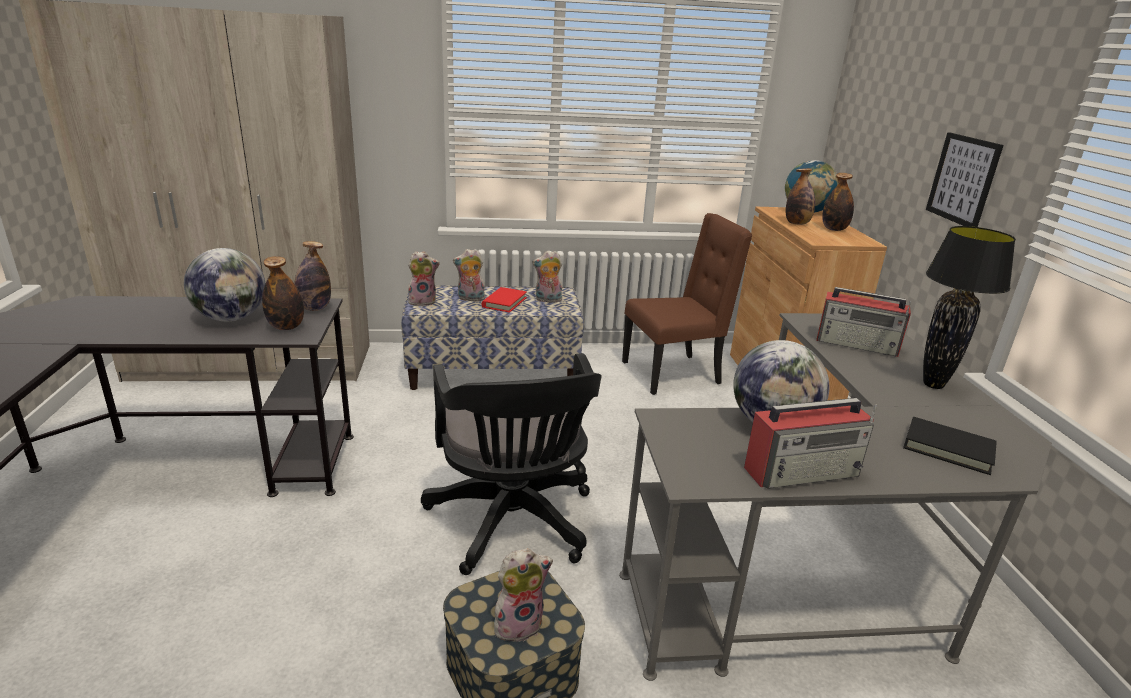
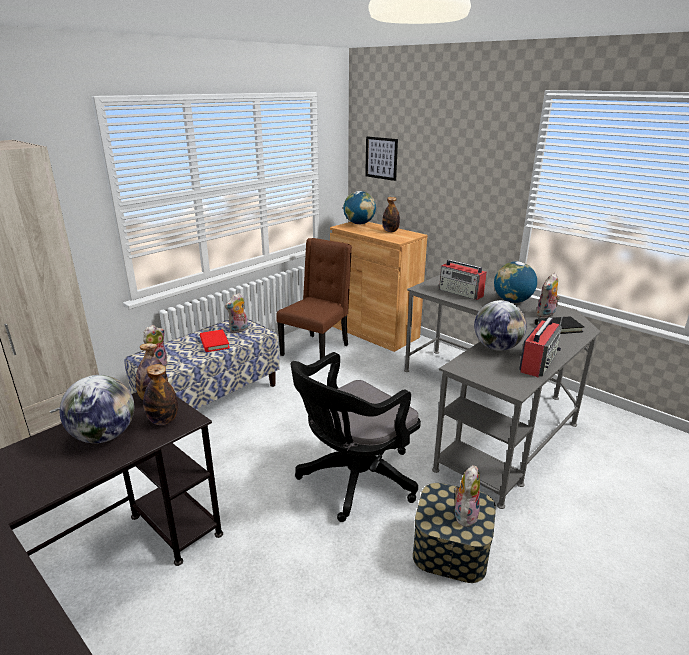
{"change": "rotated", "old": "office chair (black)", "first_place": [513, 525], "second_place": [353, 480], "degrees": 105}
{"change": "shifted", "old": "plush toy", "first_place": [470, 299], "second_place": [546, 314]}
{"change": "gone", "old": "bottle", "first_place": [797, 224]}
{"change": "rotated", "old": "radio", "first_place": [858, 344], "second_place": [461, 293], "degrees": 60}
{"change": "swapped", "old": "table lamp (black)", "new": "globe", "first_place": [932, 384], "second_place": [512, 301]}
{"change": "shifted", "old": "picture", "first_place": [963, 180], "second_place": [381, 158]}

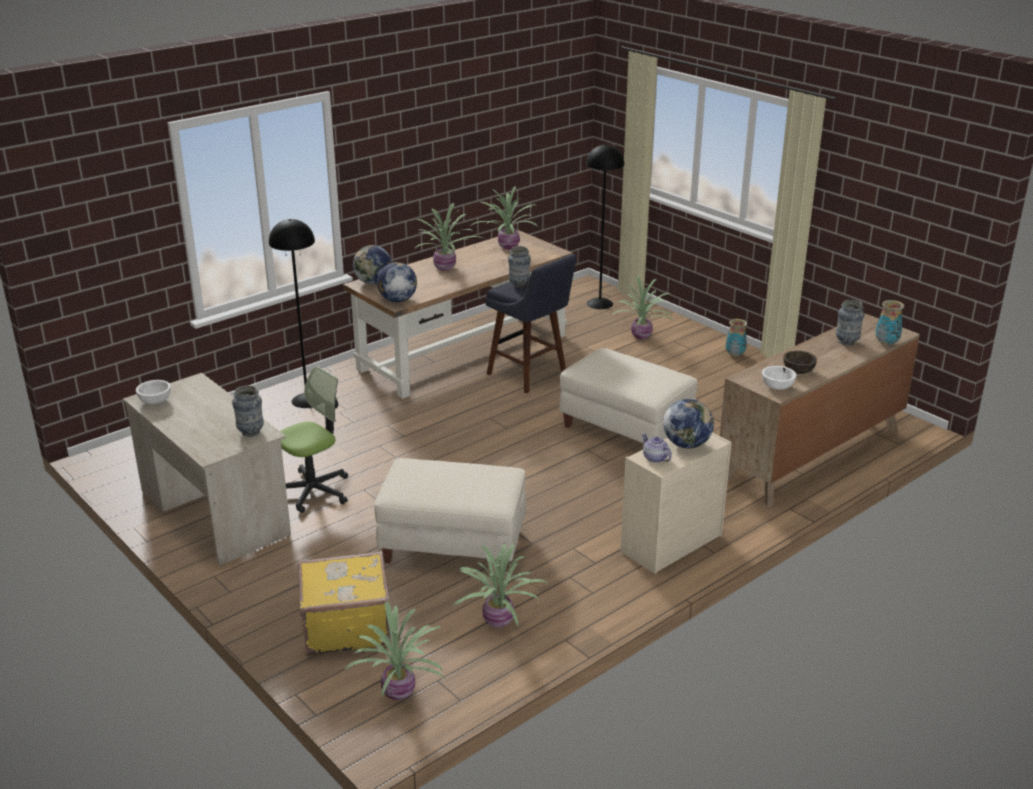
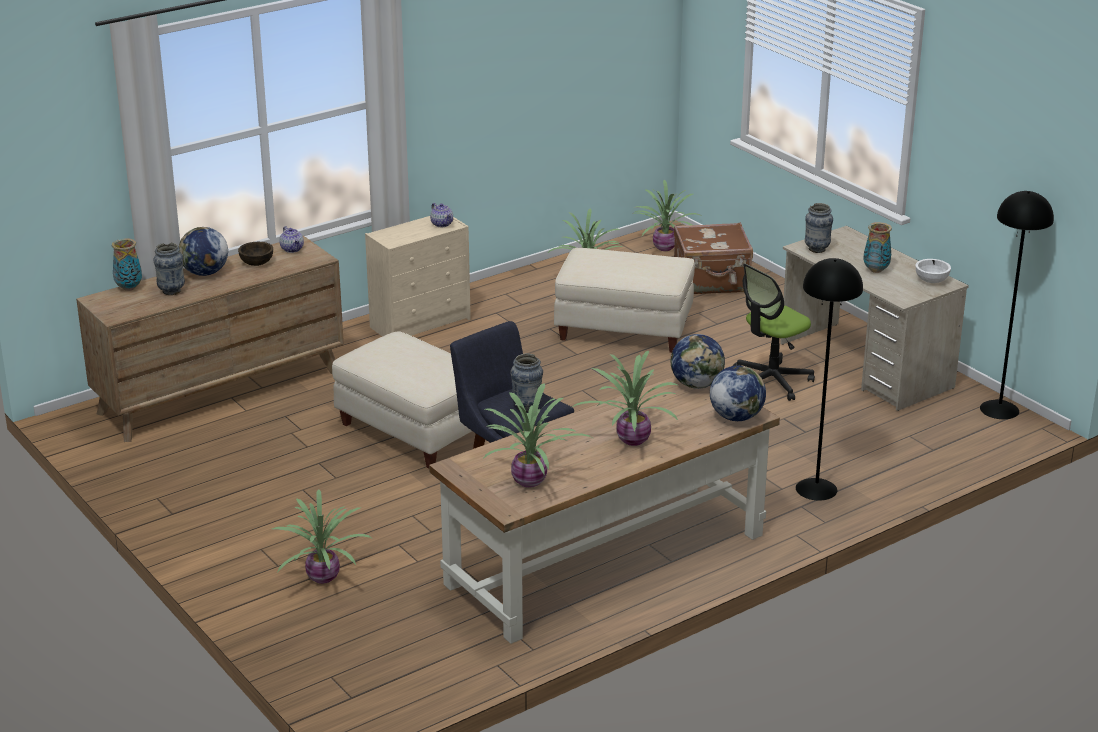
{"change": "repainted", "old": "suitcase (yellow)", "new": "suitcase (brown)", "first_place": [345, 626], "second_place": [712, 282]}
{"change": "shifted", "old": "floor lamp (black)", "first_place": [599, 303], "second_place": [999, 409]}
{"change": "shifted", "old": "globe", "first_place": [686, 444], "second_place": [205, 273]}
{"change": "shifted", "old": "vase", "first_place": [734, 355], "second_place": [876, 270]}
{"change": "swapped", "old": "bowl (white)", "new": "teapot", "first_place": [777, 387], "second_place": [292, 249]}

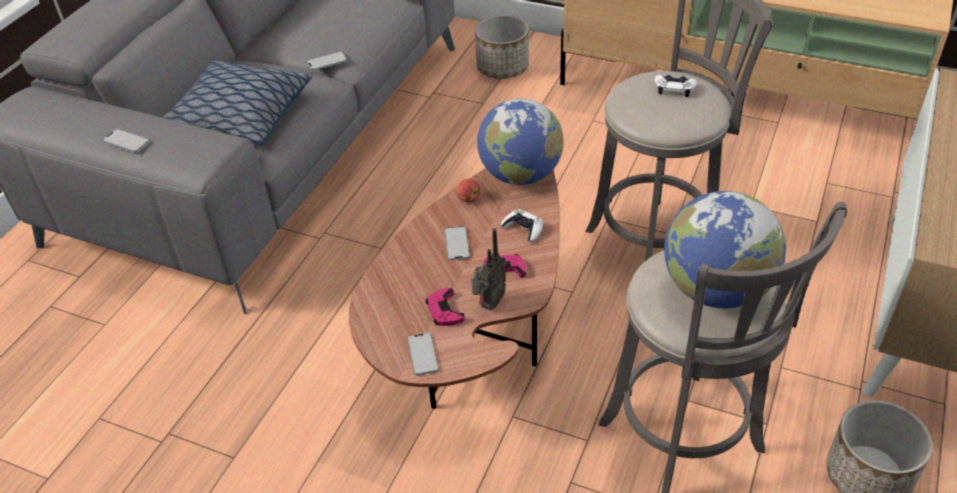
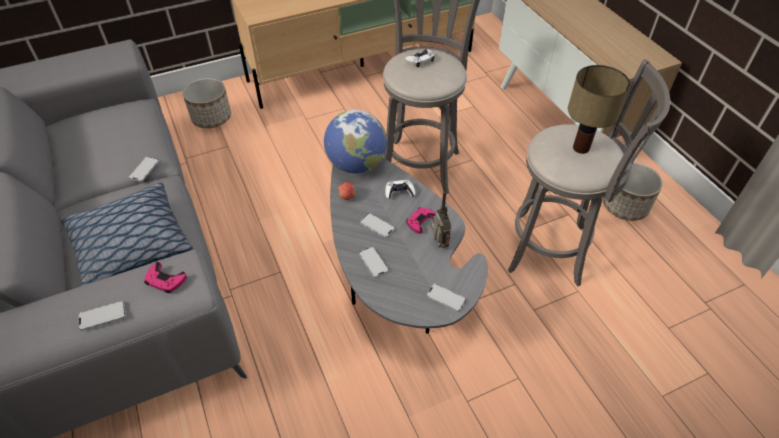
{"change": "repainted", "old": "coffee table (brown)", "new": "coffee table (grey)", "first_place": [473, 331], "second_place": [394, 276]}
{"change": "shifted", "old": "game controller (pink)", "first_place": [444, 311], "second_place": [165, 280]}
{"change": "swapped", "old": "globe", "new": "table lamp", "first_place": [716, 290], "second_place": [582, 148]}
{"change": "new", "new": "phone", "second_place": [373, 262]}

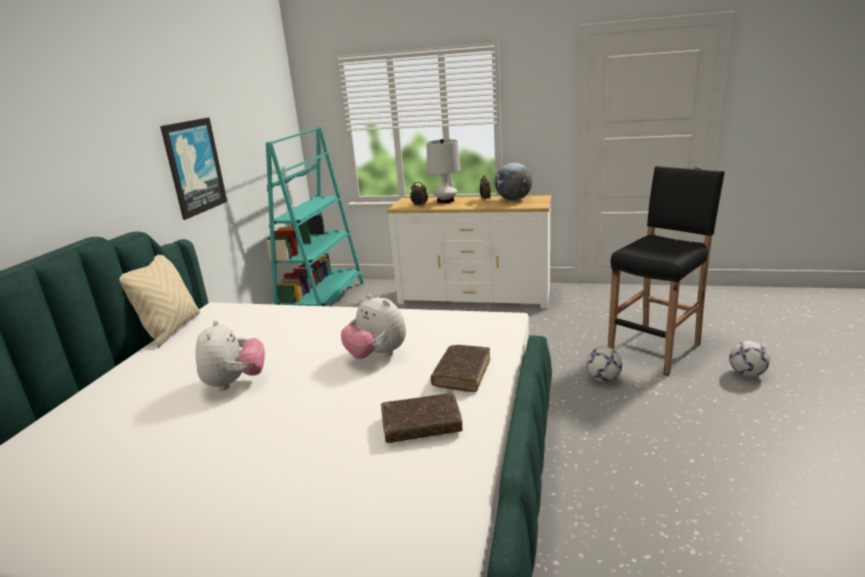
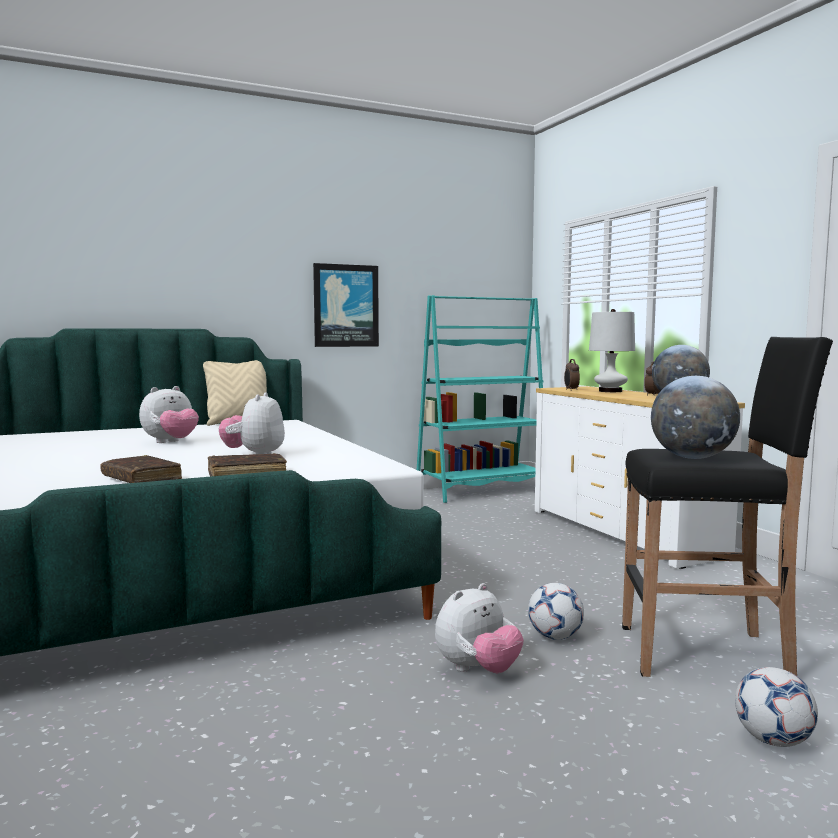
{"change": "new", "new": "plush toy", "second_place": [477, 670]}
{"change": "new", "new": "globe", "second_place": [692, 458]}

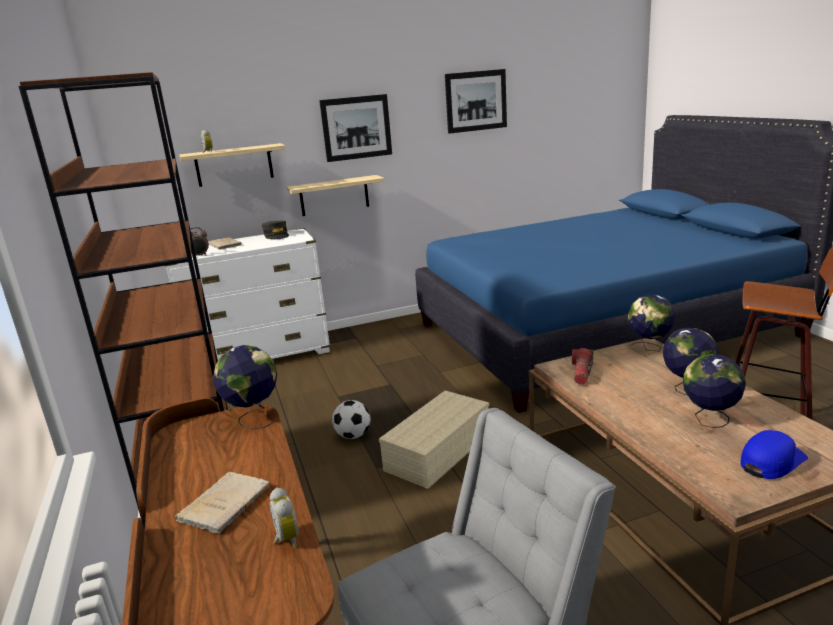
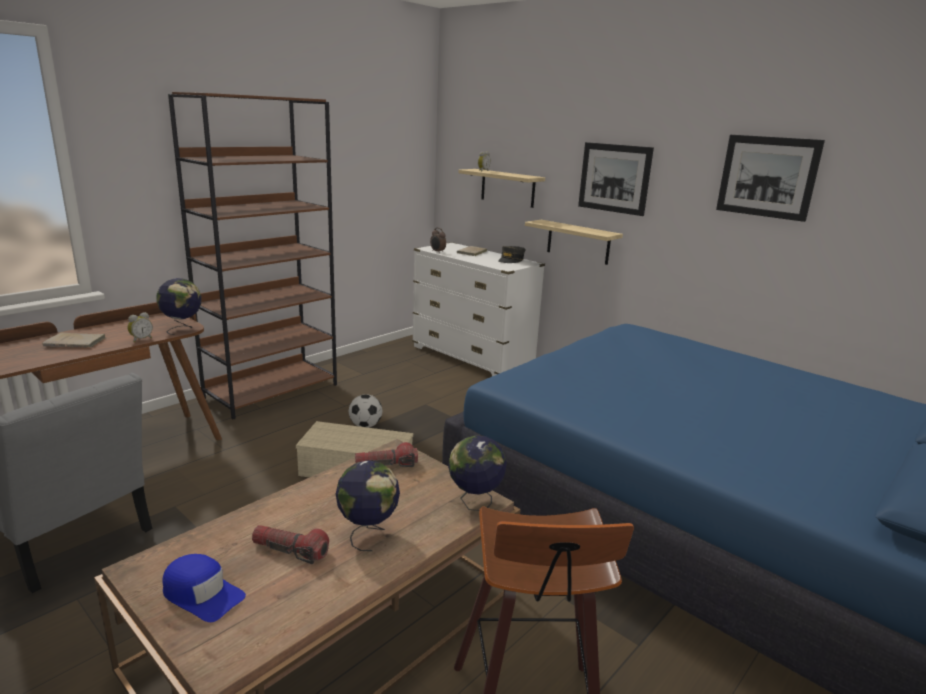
{"change": "shifted", "old": "alarm clock", "first_place": [285, 540], "second_place": [141, 339]}
{"change": "swapped", "old": "globe", "new": "flashlight", "first_place": [709, 421], "second_place": [290, 550]}

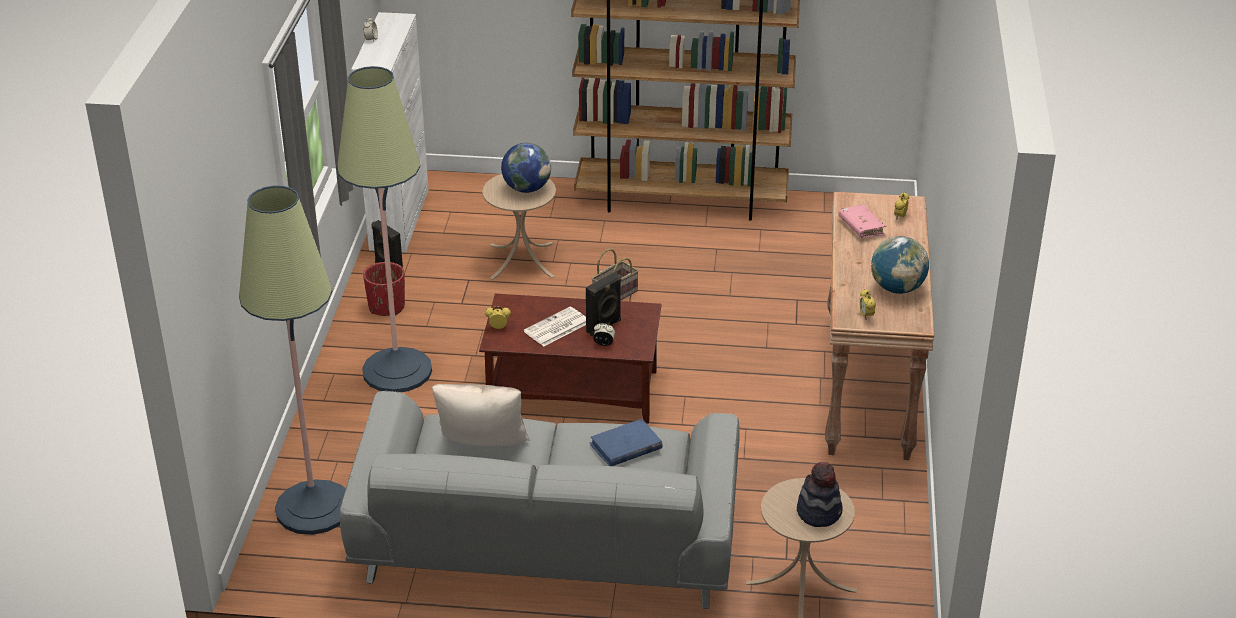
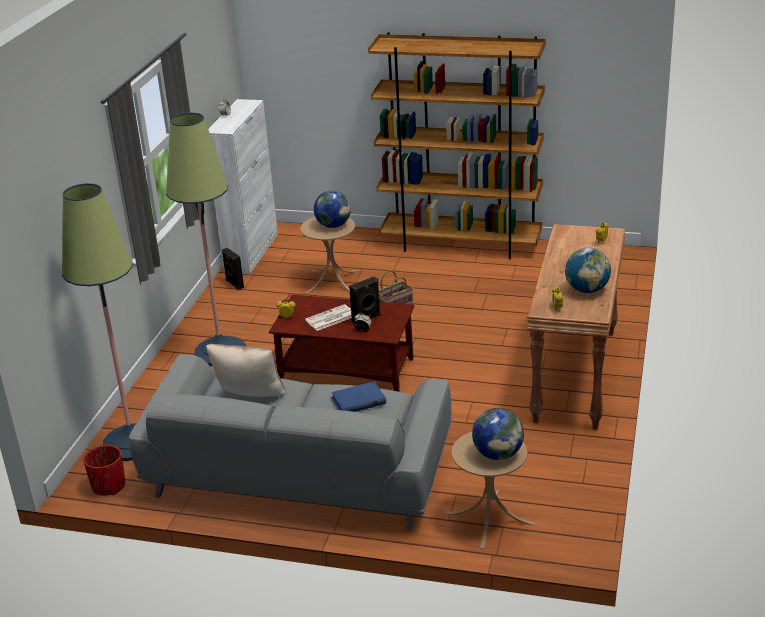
{"change": "shifted", "old": "planter (red)", "first_place": [386, 307], "second_place": [108, 486]}
{"change": "swapped", "old": "hat", "new": "globe", "first_place": [819, 512], "second_place": [498, 454]}
{"change": "gone", "old": "book (pink)", "first_place": [861, 227]}

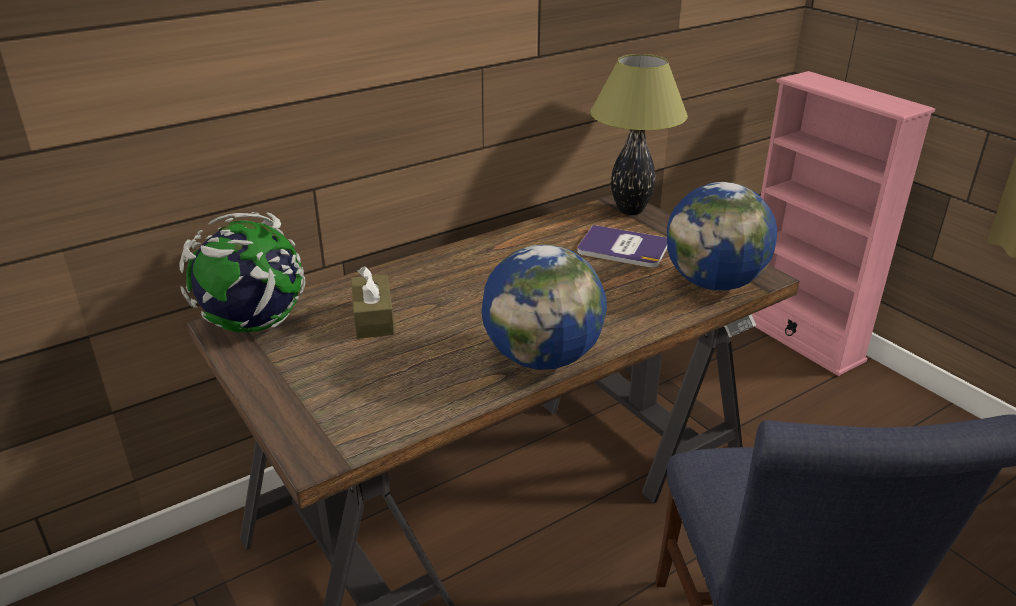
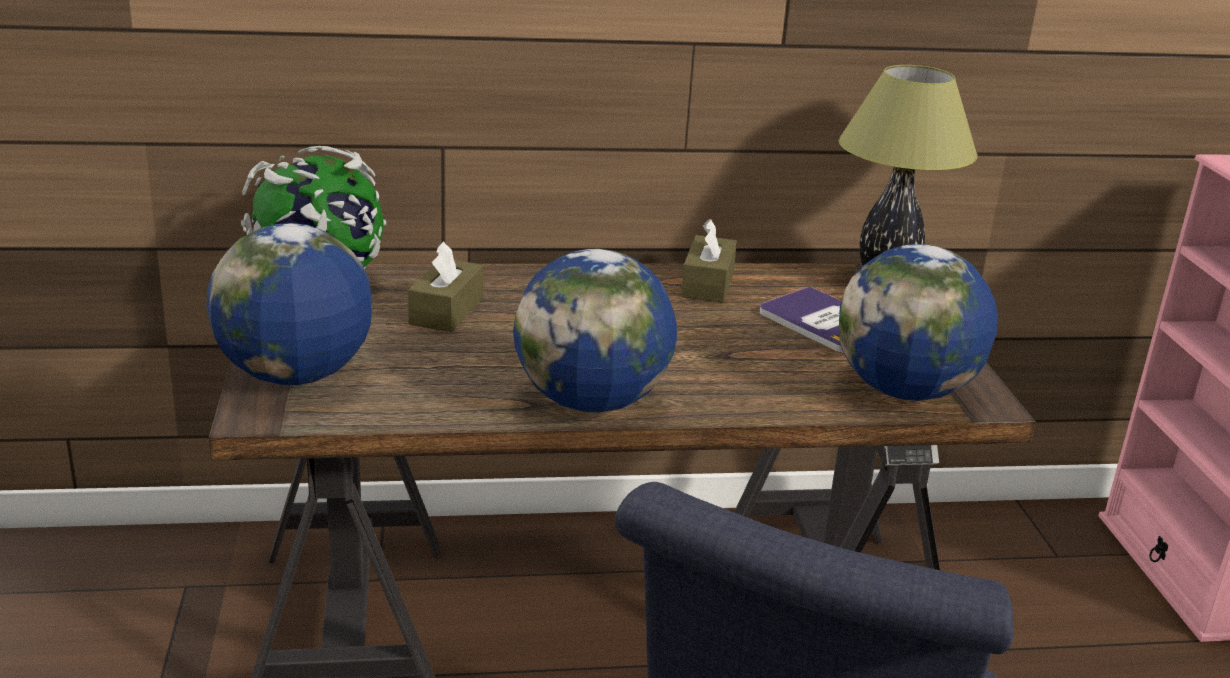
{"change": "new", "new": "globe", "second_place": [295, 375]}
{"change": "new", "new": "tissue box (brown)", "second_place": [707, 284]}

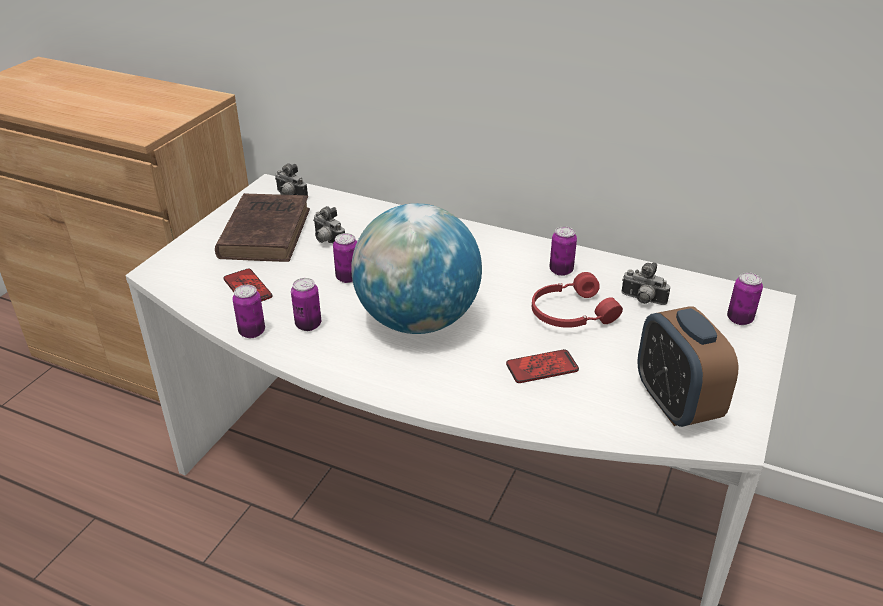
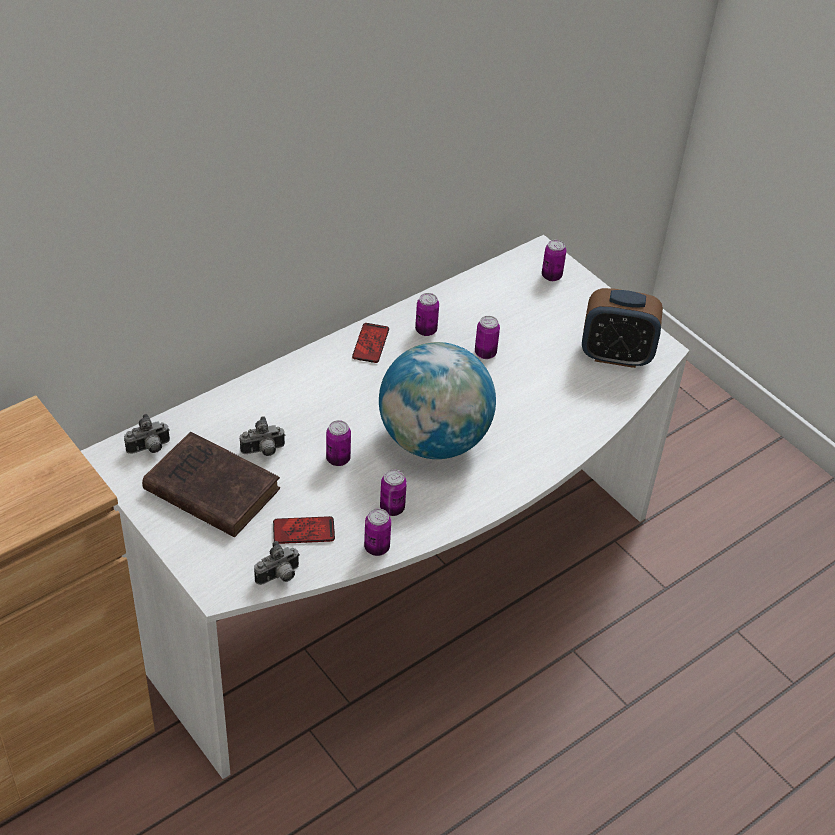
{"change": "shifted", "old": "phone", "first_place": [542, 367], "second_place": [370, 343]}
{"change": "swapped", "old": "headphones (red)", "new": "can", "first_place": [570, 313], "second_place": [485, 353]}
{"change": "shifted", "old": "photo camera", "first_place": [642, 300], "second_place": [279, 577]}

